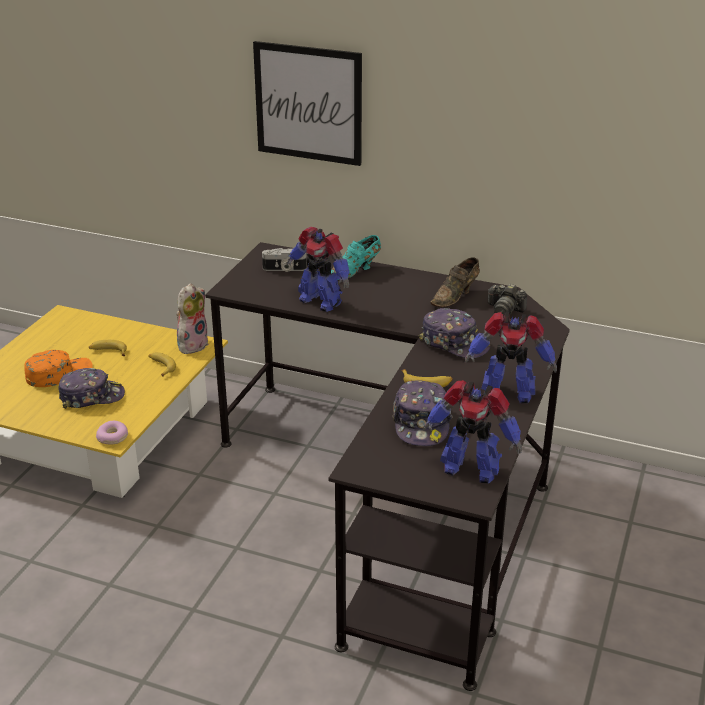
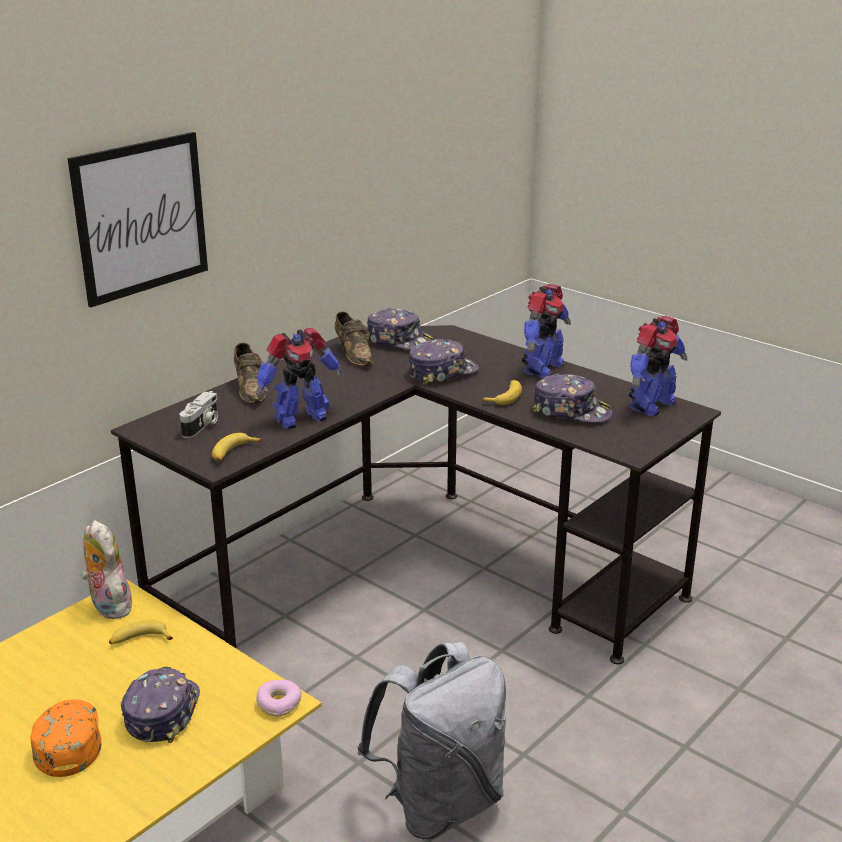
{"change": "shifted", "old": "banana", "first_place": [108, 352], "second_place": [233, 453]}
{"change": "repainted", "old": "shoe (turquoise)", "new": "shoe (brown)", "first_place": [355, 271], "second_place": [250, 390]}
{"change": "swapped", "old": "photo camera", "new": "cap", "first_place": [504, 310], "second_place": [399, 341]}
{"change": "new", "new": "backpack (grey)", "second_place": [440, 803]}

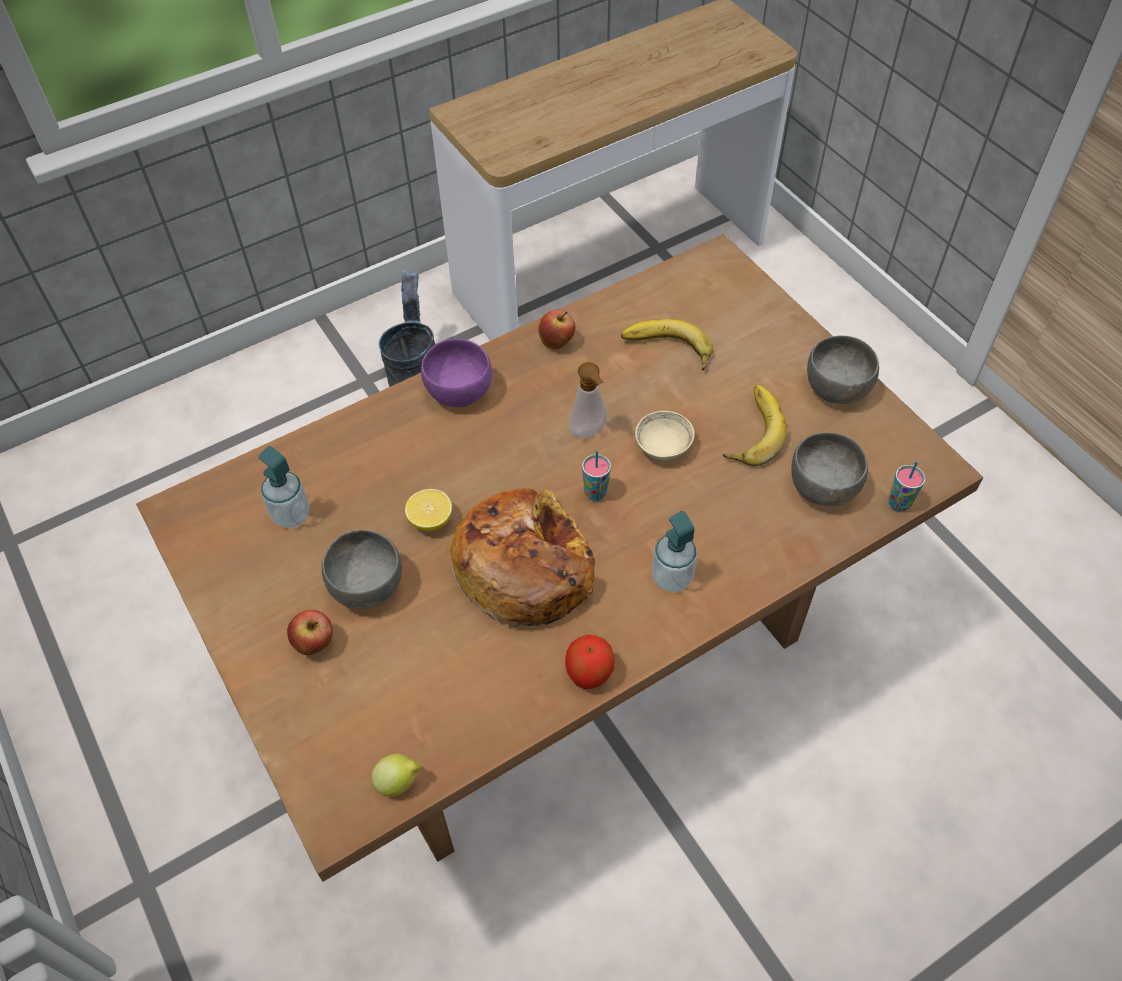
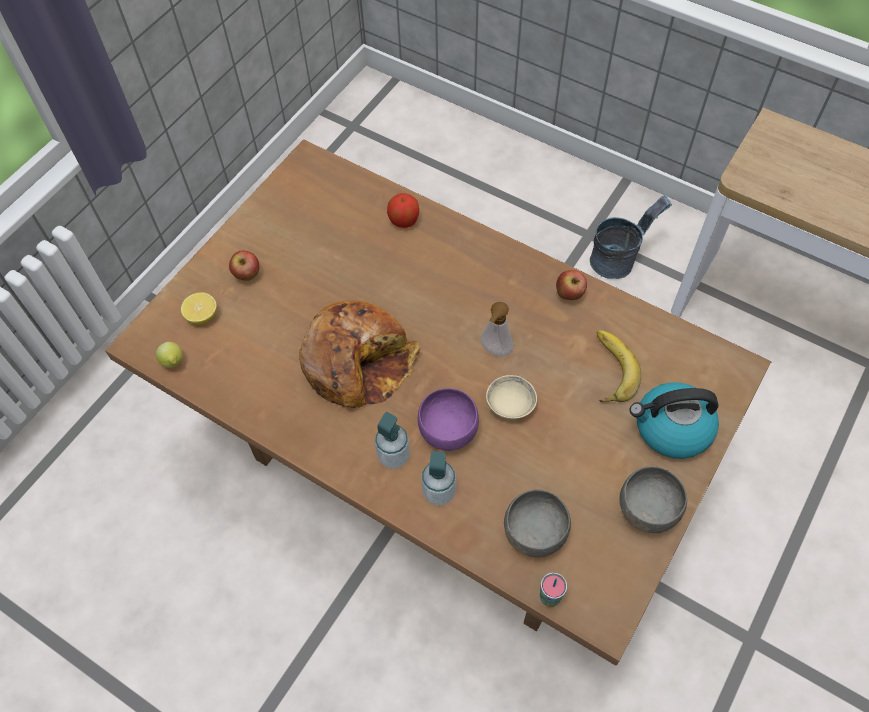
{"change": "shifted", "old": "soap dispenser", "first_place": [291, 515], "second_place": [439, 492]}
{"change": "gone", "old": "bowl (grey)", "first_place": [367, 585]}
{"change": "shifted", "old": "lemon", "first_place": [430, 520], "second_place": [202, 316]}
{"change": "shifted", "old": "bowl (purple)", "first_place": [460, 391], "second_place": [448, 431]}
{"change": "shifted", "old": "apple", "first_place": [589, 673], "second_place": [403, 221]}
{"change": "gone", "old": "cup", "first_place": [595, 493]}
{"change": "gone", "old": "banana", "first_place": [750, 430]}
{"change": "new", "new": "kettle", "second_place": [671, 429]}

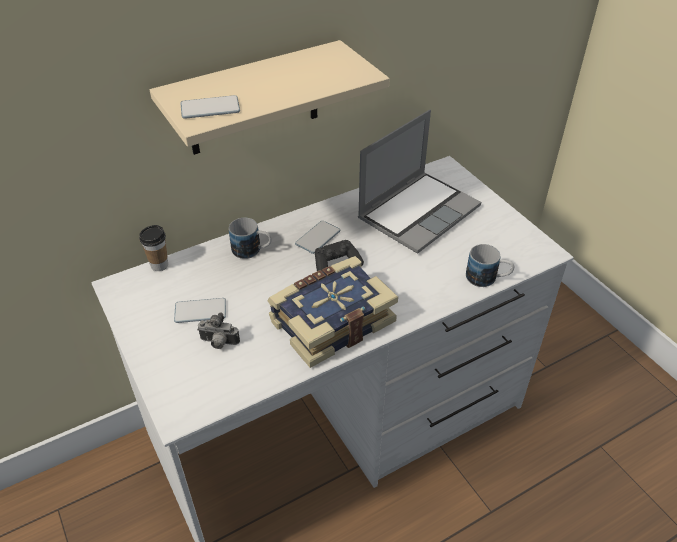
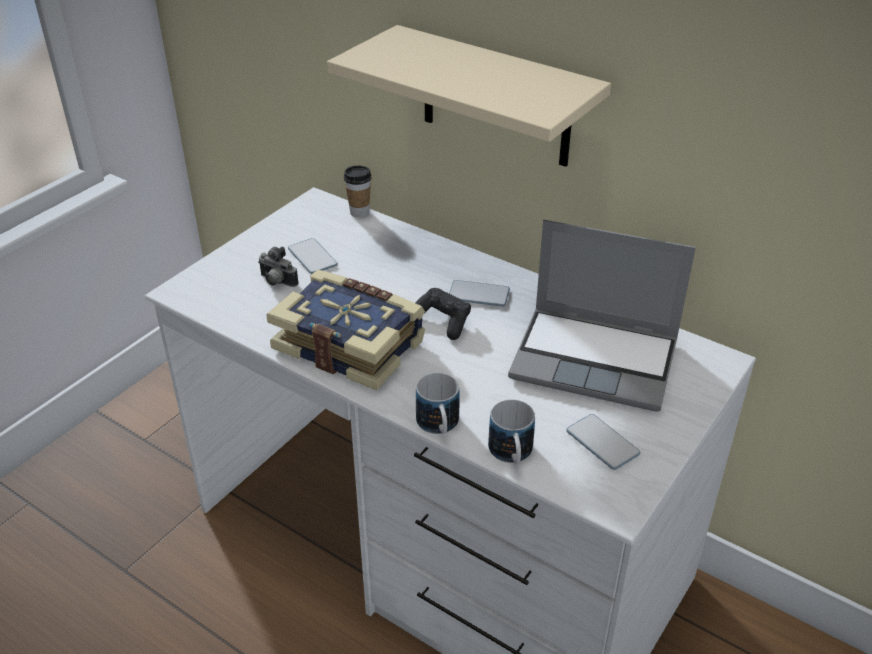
{"change": "shifted", "old": "phone", "first_place": [210, 108], "second_place": [602, 443]}
{"change": "rotated", "old": "photo camera", "first_place": [218, 343], "second_place": [276, 282], "degrees": -45}
{"change": "shifted", "old": "mug", "first_place": [252, 250], "second_place": [439, 427]}

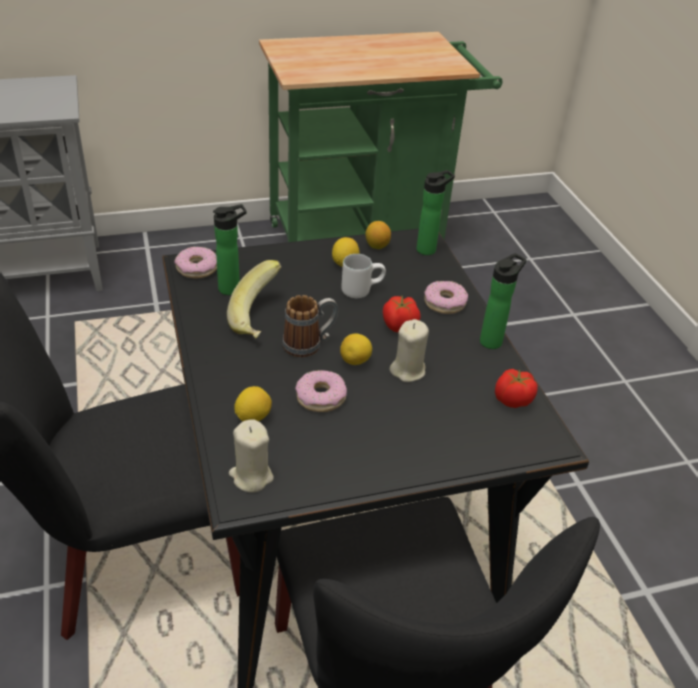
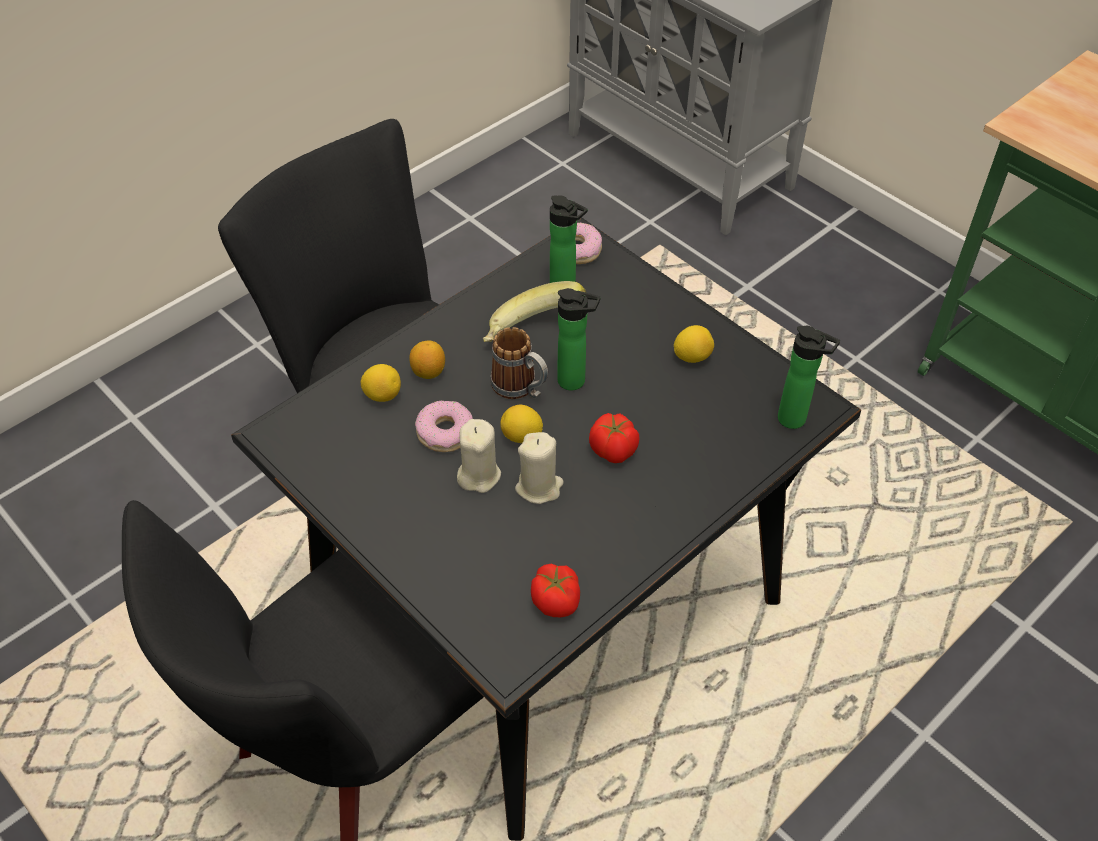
{"change": "shifted", "old": "candle (beige)", "first_place": [251, 476], "second_place": [478, 475]}
{"change": "gone", "old": "mug (white)", "first_place": [361, 289]}
{"change": "shifted", "old": "lemon", "first_place": [377, 246], "second_place": [428, 372]}
{"change": "gone", "old": "donut", "first_place": [444, 303]}
{"change": "shifted", "old": "bottle", "first_place": [493, 340], "second_place": [575, 381]}

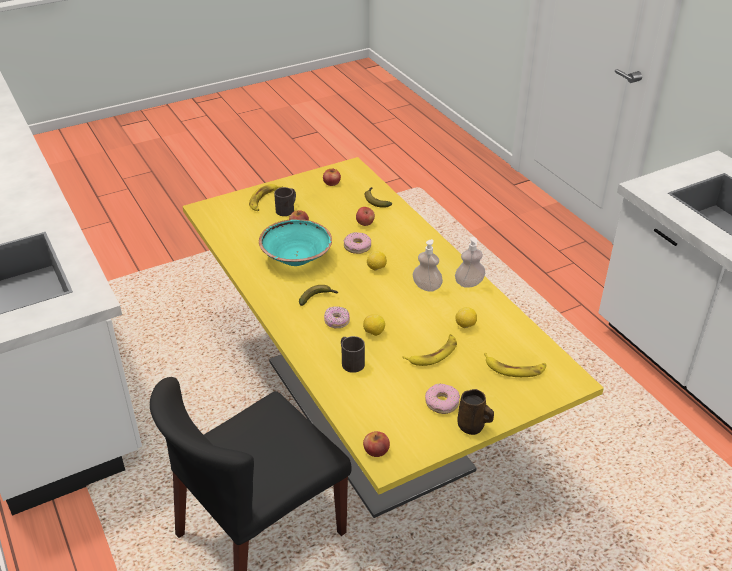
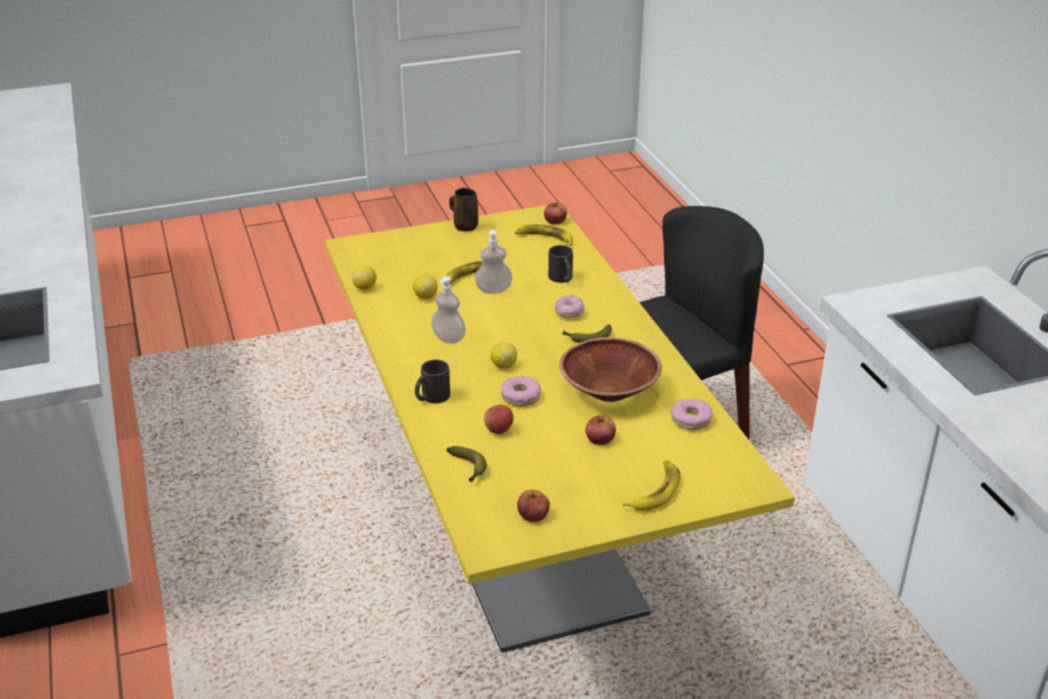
{"change": "repainted", "old": "bowl (turquoise)", "new": "bowl (brown)", "first_place": [296, 257], "second_place": [609, 390]}
{"change": "shifted", "old": "mug (black)", "first_place": [287, 209], "second_place": [431, 397]}
{"change": "shifted", "old": "lemon", "first_place": [373, 333], "second_place": [365, 287]}
{"change": "shifted", "old": "donut", "first_place": [442, 403], "second_place": [690, 419]}
{"change": "shifted", "old": "soap dispenser", "first_place": [469, 283], "second_place": [493, 290]}
{"change": "shifted", "old": "banana", "first_place": [515, 368], "second_place": [545, 238]}

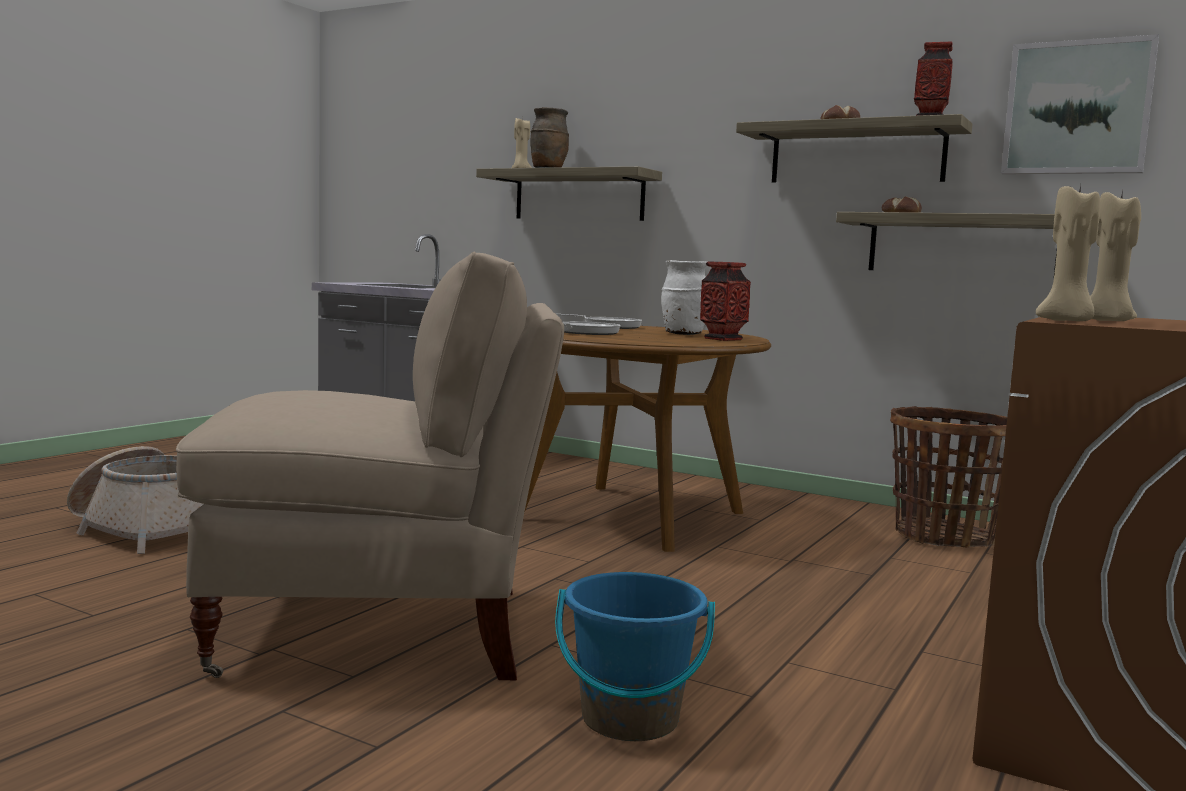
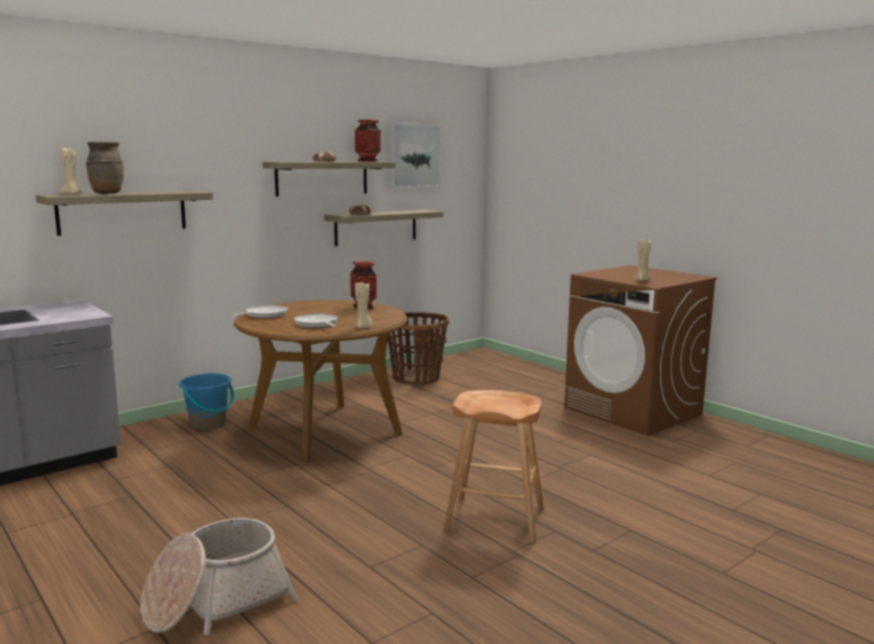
{"change": "swapped", "old": "chair (beige)", "new": "stool (brown)", "first_place": [382, 630], "second_place": [494, 519]}
{"change": "shifted", "old": "bucket (blue)", "first_place": [629, 719], "second_place": [208, 424]}
{"change": "gone", "old": "vase (white)", "first_place": [682, 334]}
{"change": "shifted", "old": "candle (beige)", "first_place": [1066, 321], "second_place": [363, 327]}

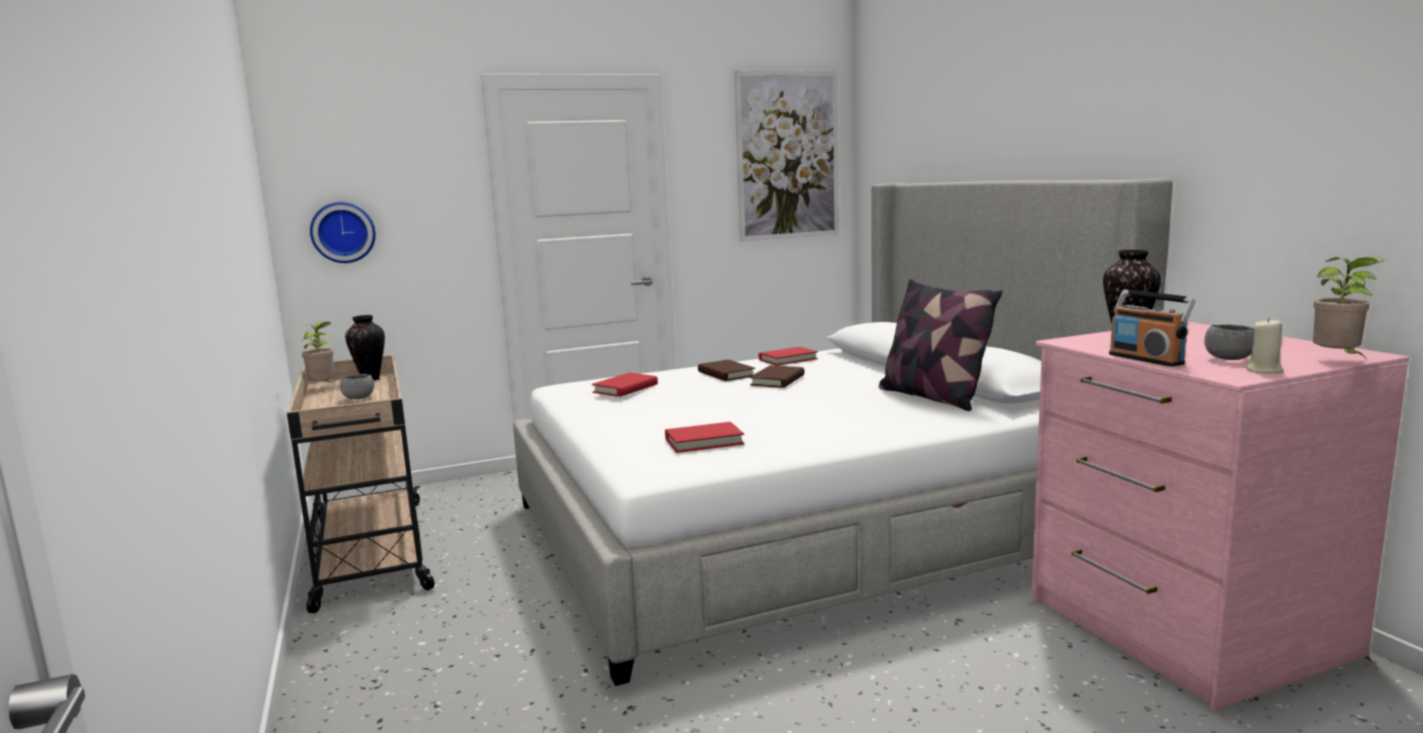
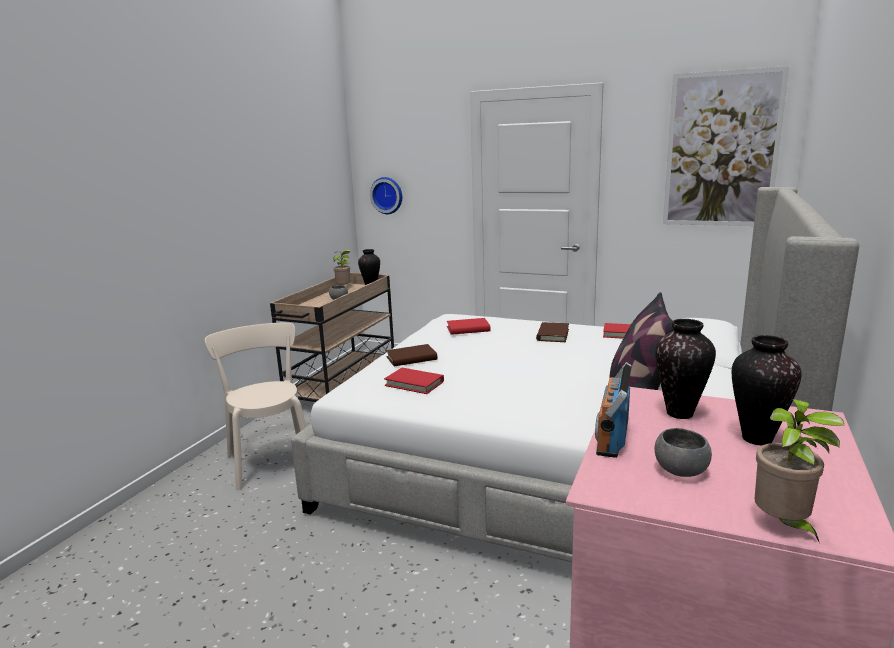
{"change": "shifted", "old": "book (brown)", "first_place": [777, 380], "second_place": [411, 358]}
{"change": "gone", "old": "candle (beige)", "first_place": [1264, 370]}
{"change": "new", "new": "chair (beige)", "second_place": [270, 460]}
{"change": "new", "new": "vase", "second_place": [756, 438]}

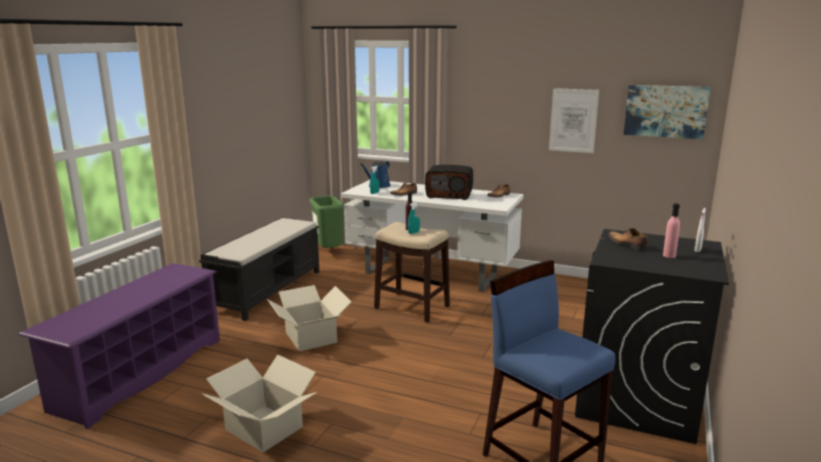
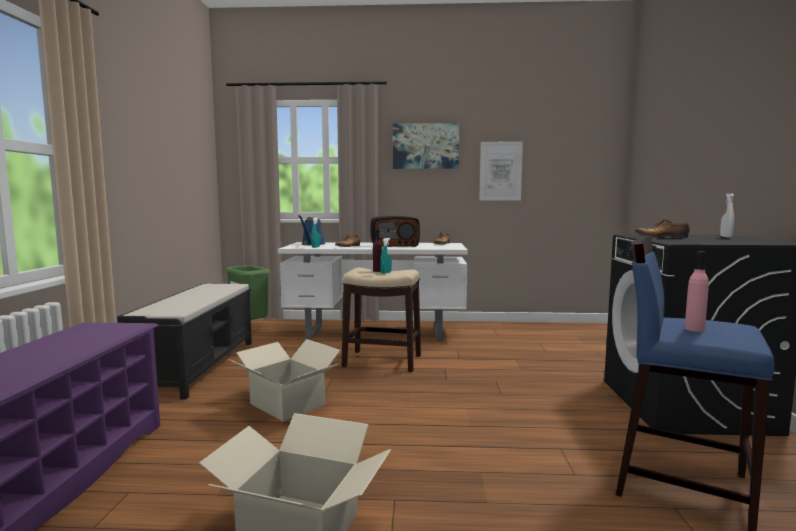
{"change": "shifted", "old": "picture", "first_place": [665, 111], "second_place": [425, 146]}
{"change": "shifted", "old": "bottle (pink)", "first_place": [669, 255], "second_place": [694, 329]}

